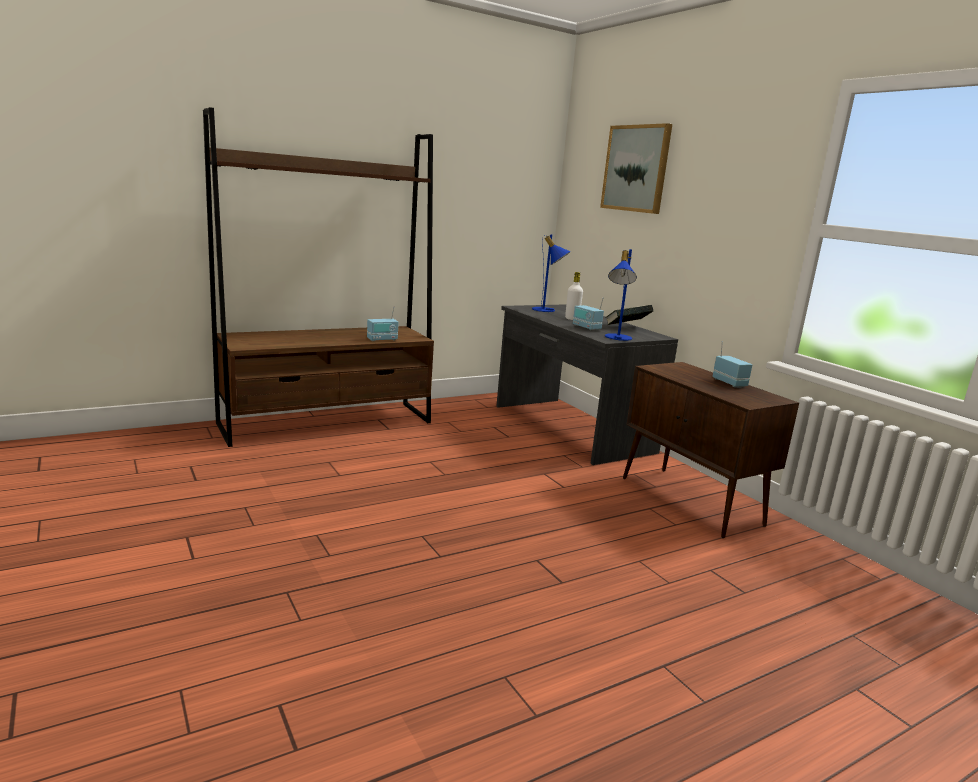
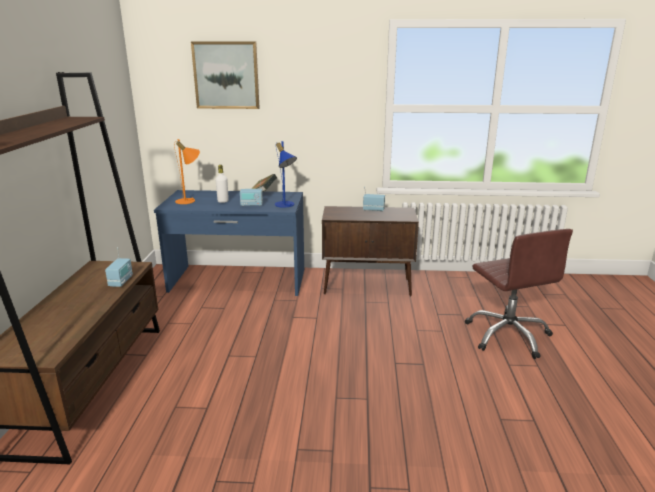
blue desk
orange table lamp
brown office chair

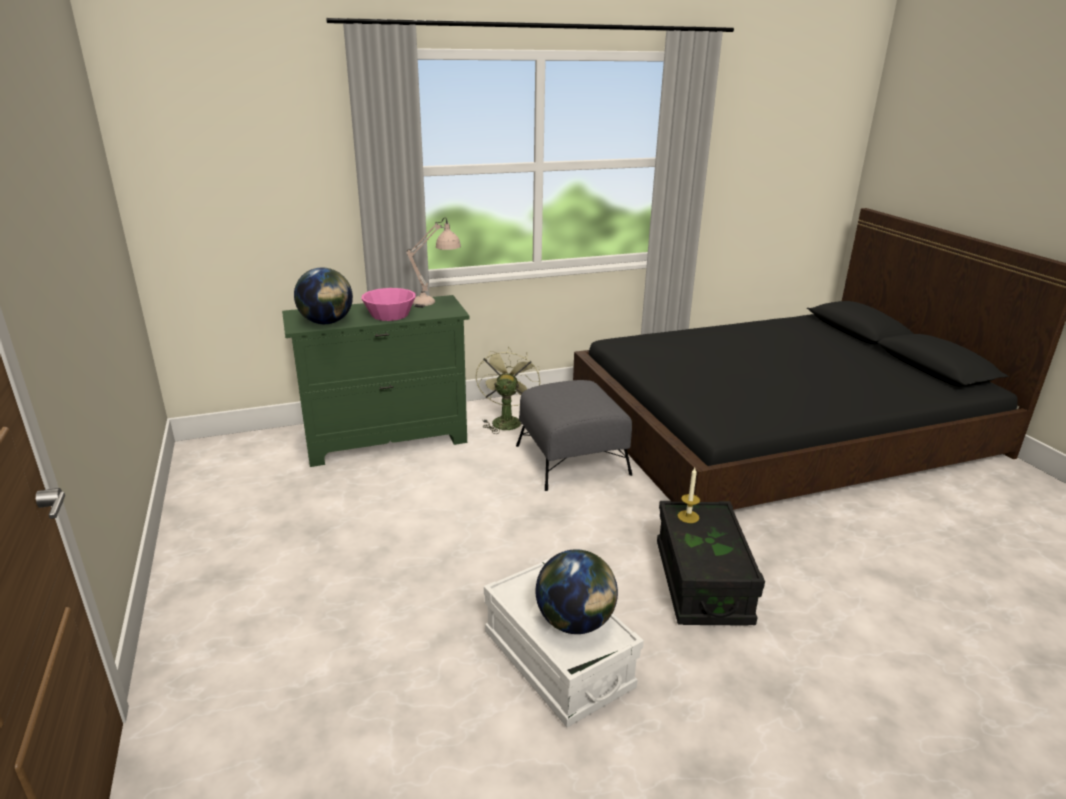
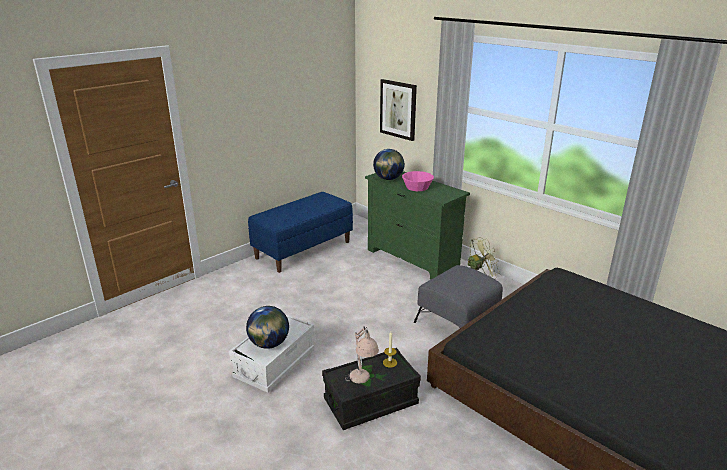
beige table lamp
blue bench
picture

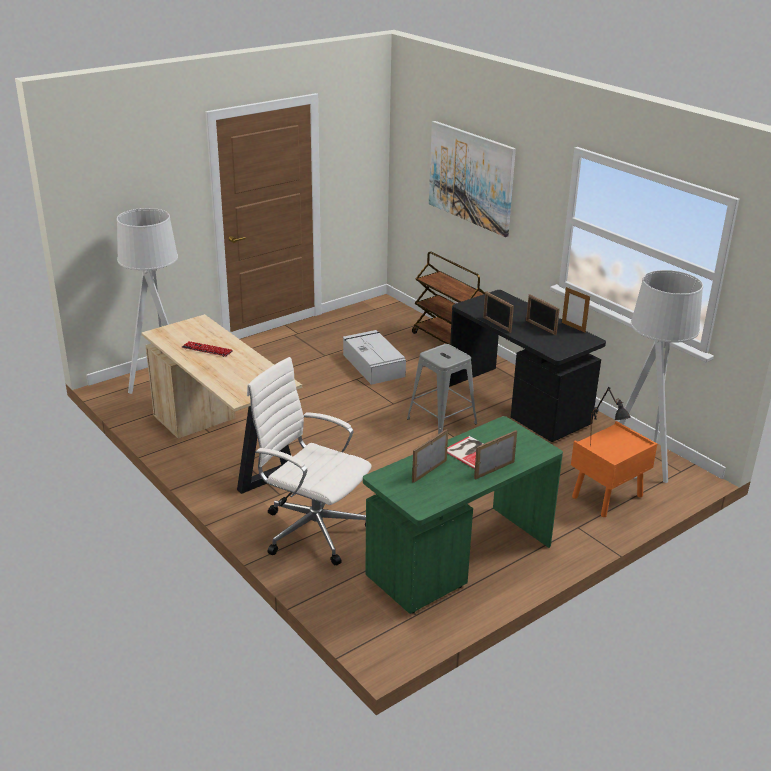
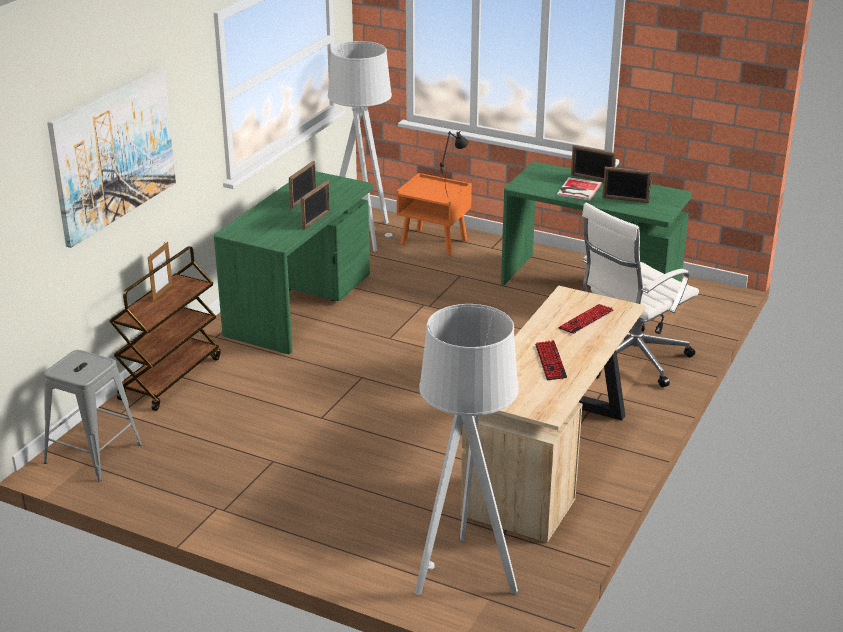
white office chair
grey storage box
grey stool
green desk (no. 1 from left)
picture frame (no. 1 from left)
keyboard (no. 2 from left)

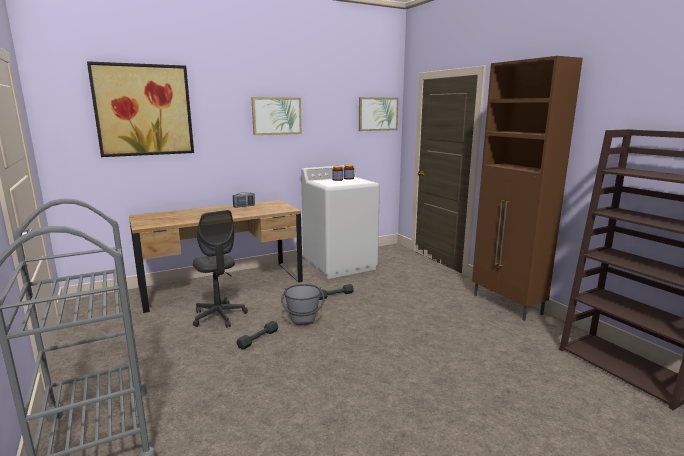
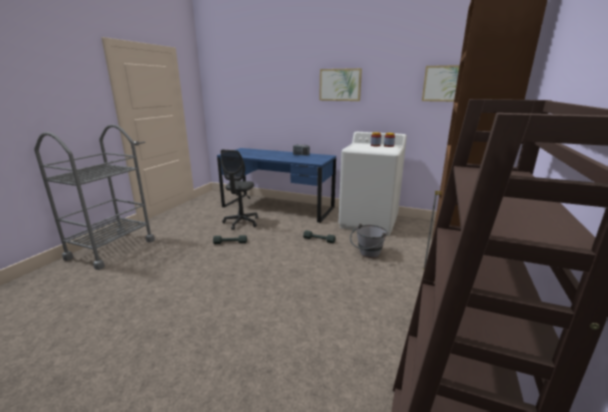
picture (no. 1 from left in the first image)
blue desk
grey bucket

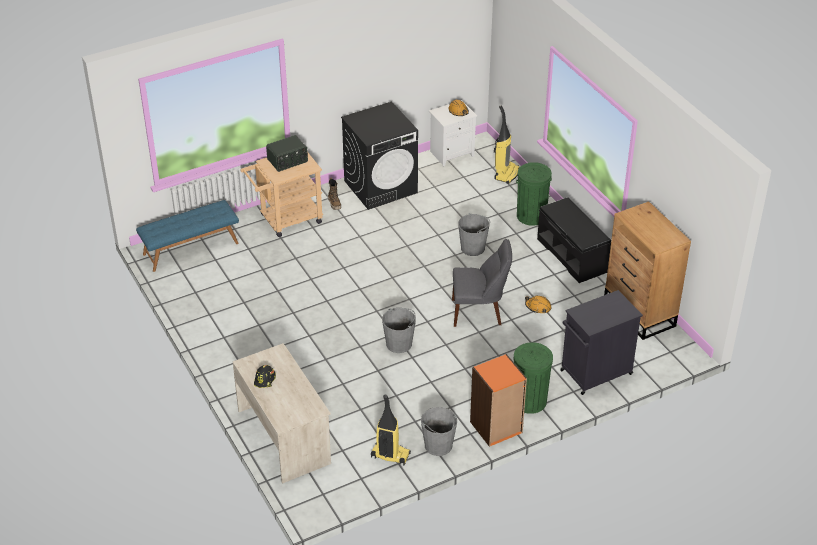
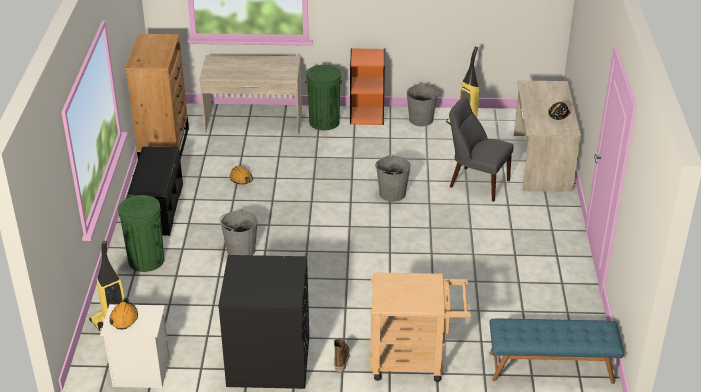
radio
grey chair
beige desk (no. 1 from left)

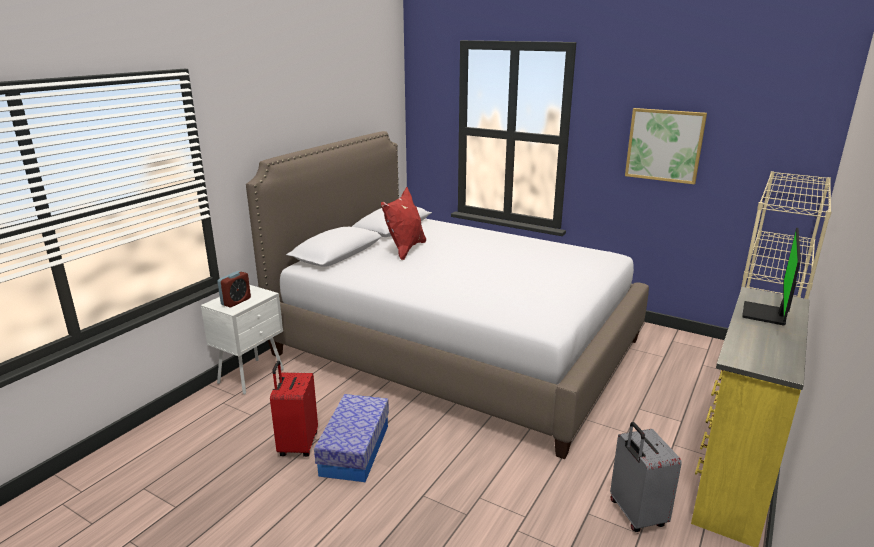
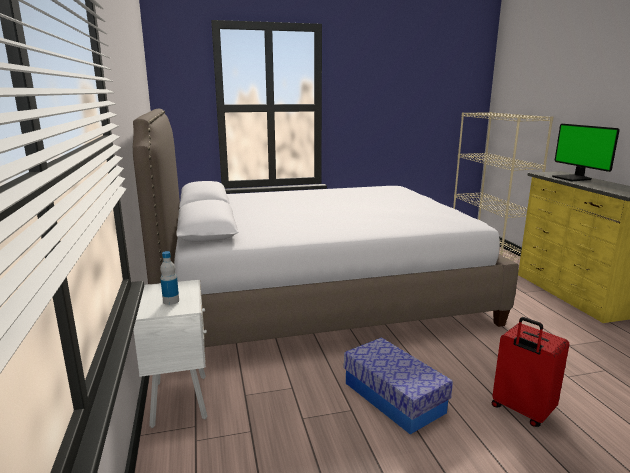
bottle
red suitcase
red pillow
grey suitcase
picture

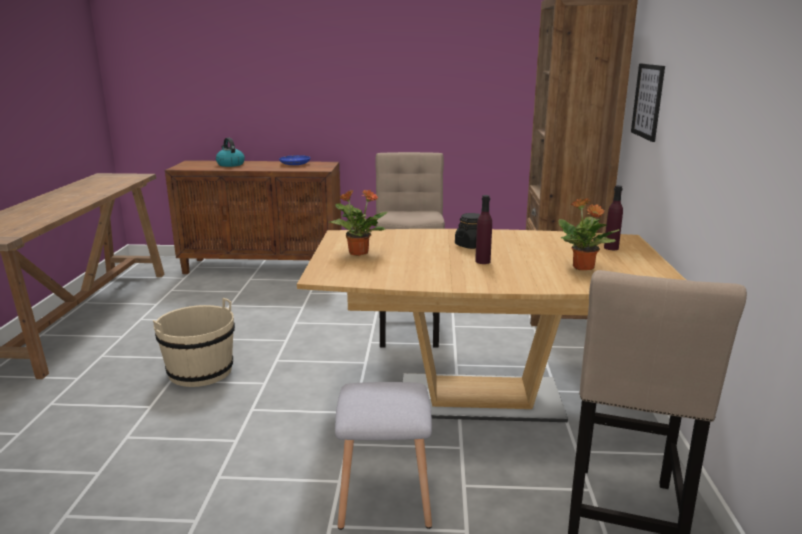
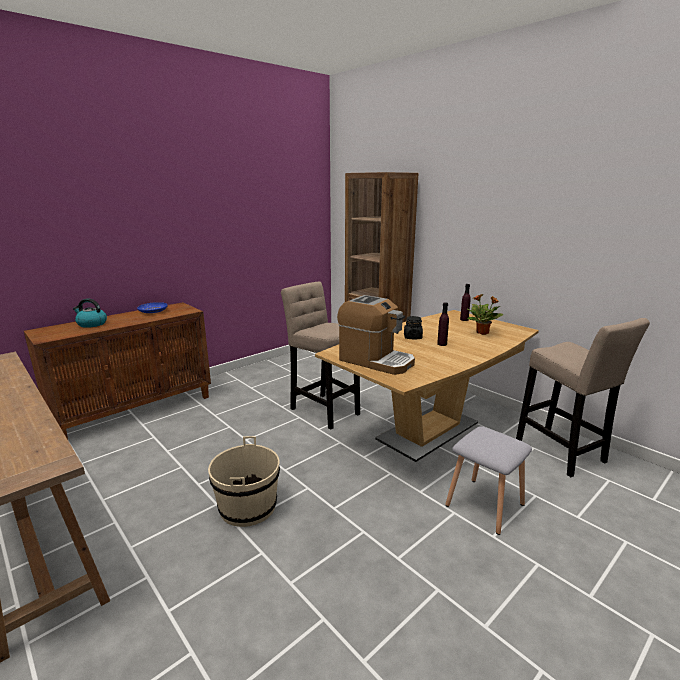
coffee machine
picture

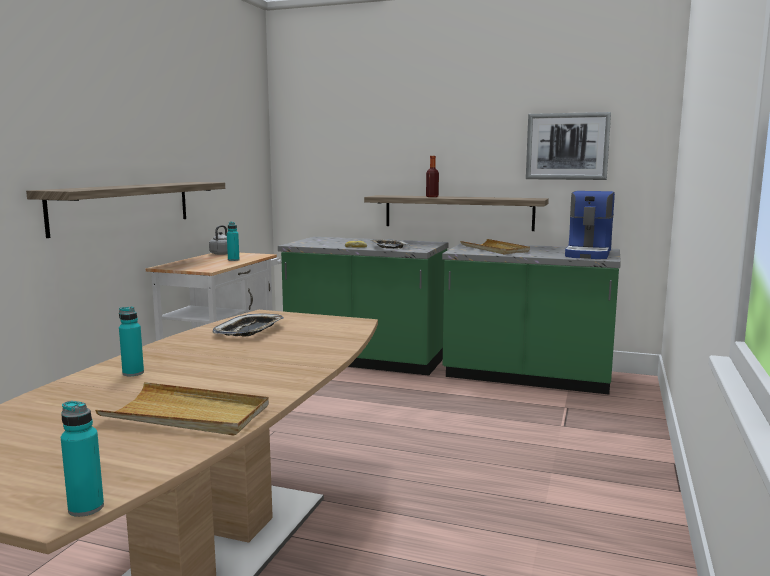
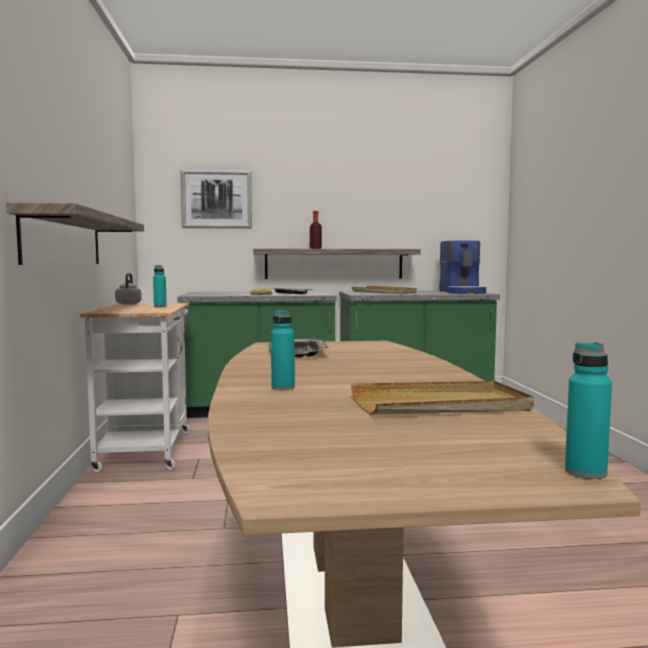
picture

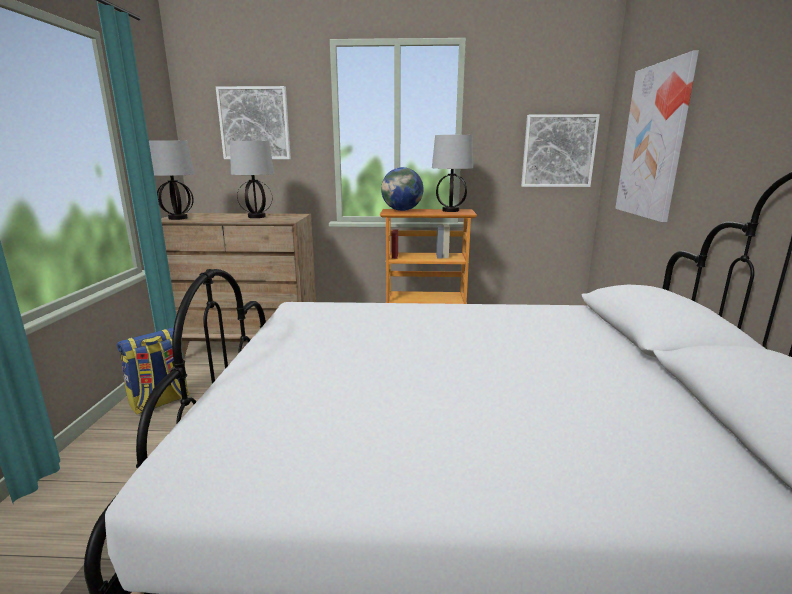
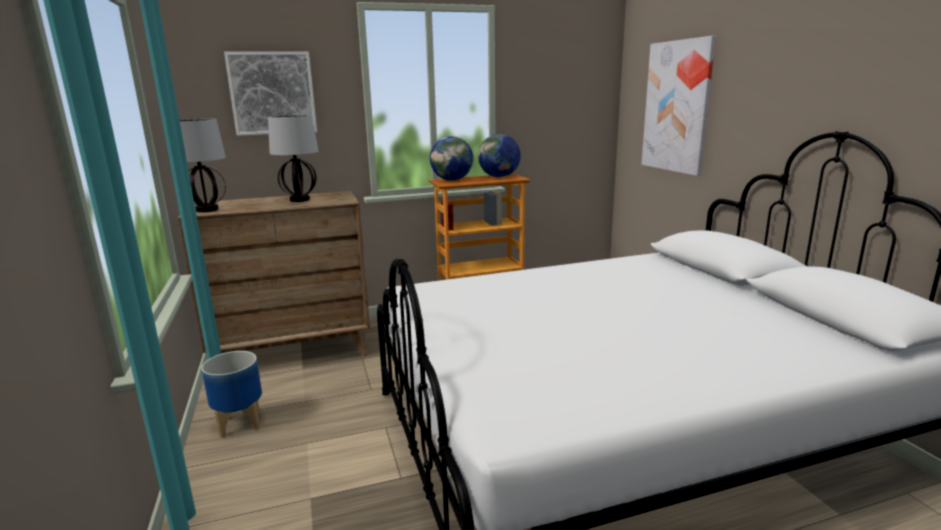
planter
globe (no. 2 from left)
picture (no. 2 from left in the first image)

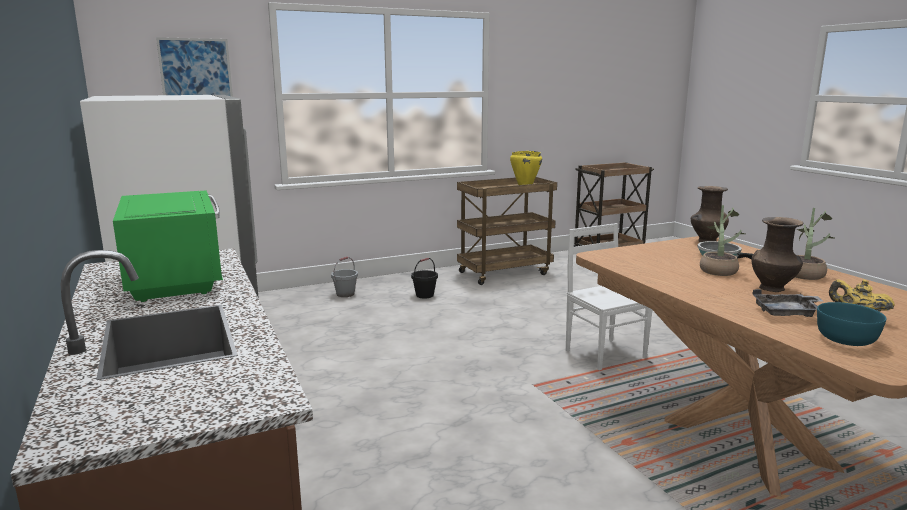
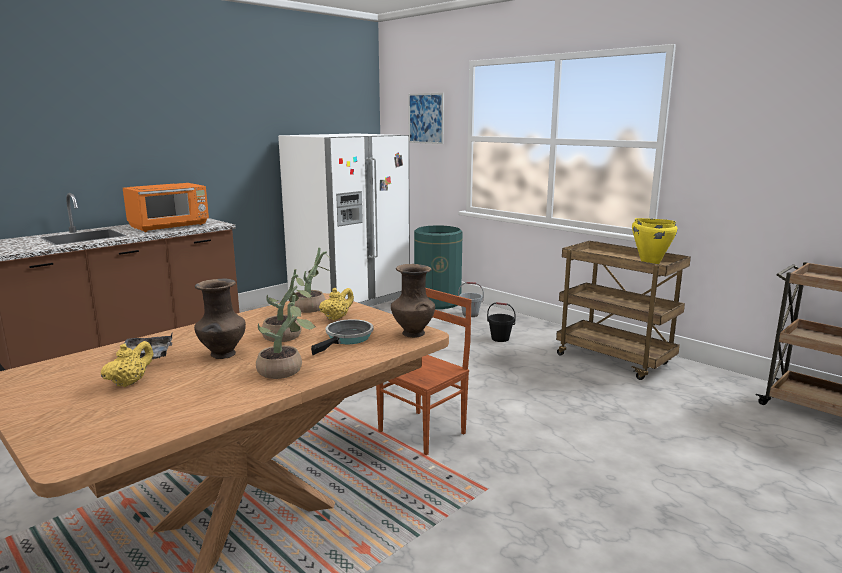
orange microwave
brown chair
turquoise bowl
potted plant (no. 3 from left)
yellow teapot (no. 2 from left)
green trash can

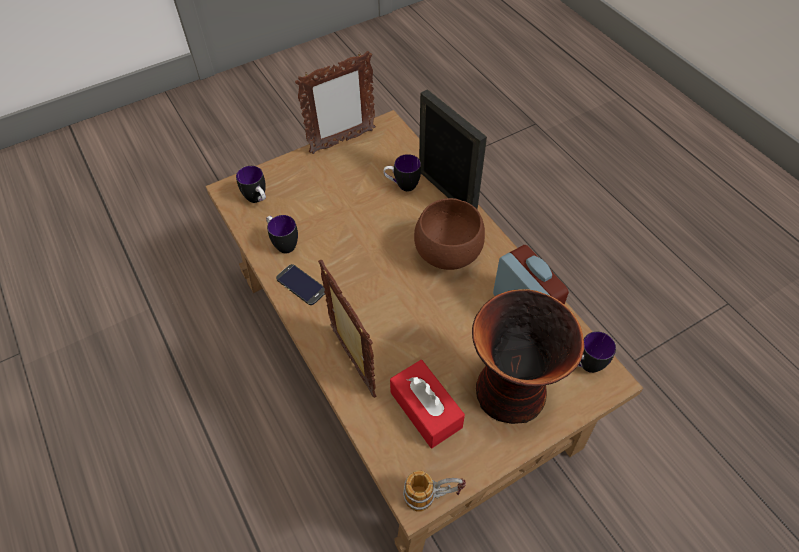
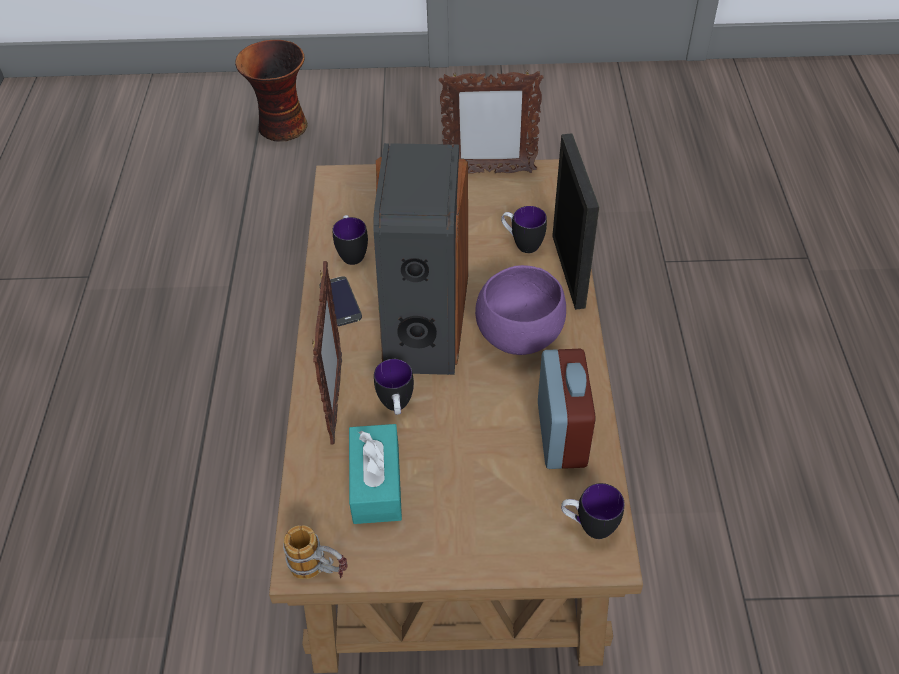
mug (no. 3 from left)
turquoise tissue box
purple bowl
vase
speaker

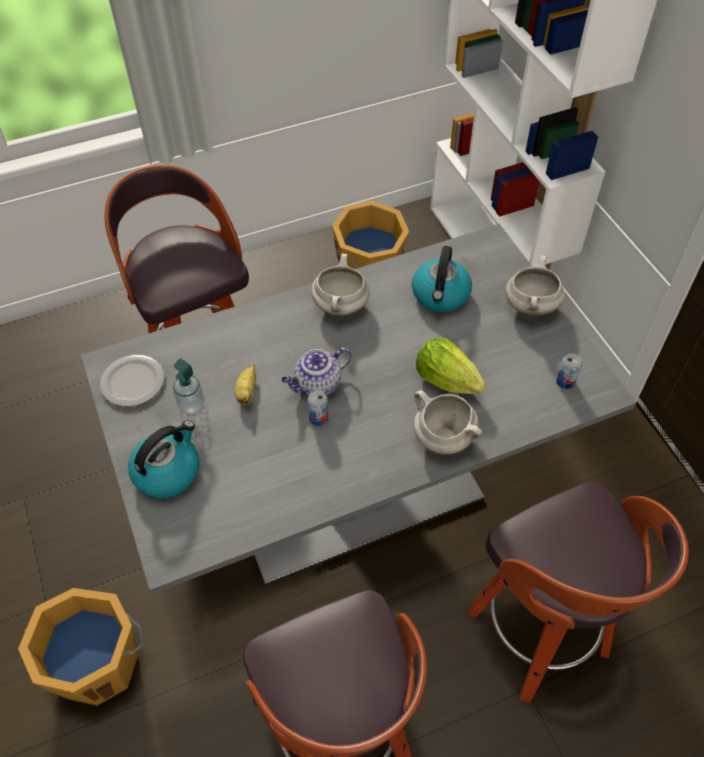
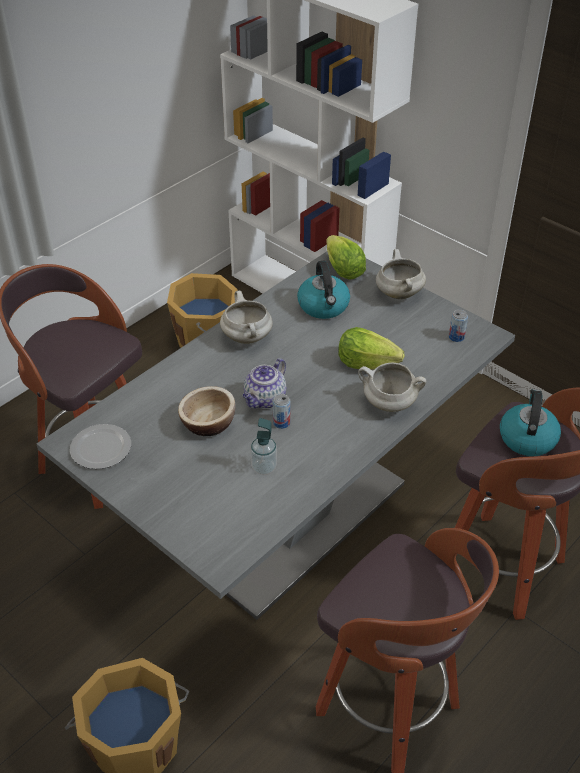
kettle (no. 2 from left)
soap dispenser
bowl
lettuce (no. 1 from left)

